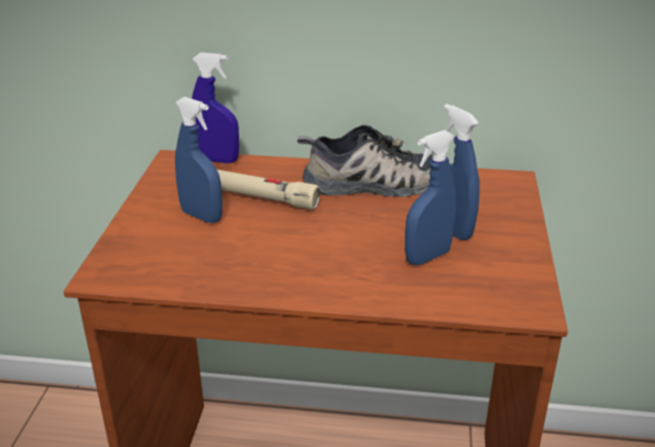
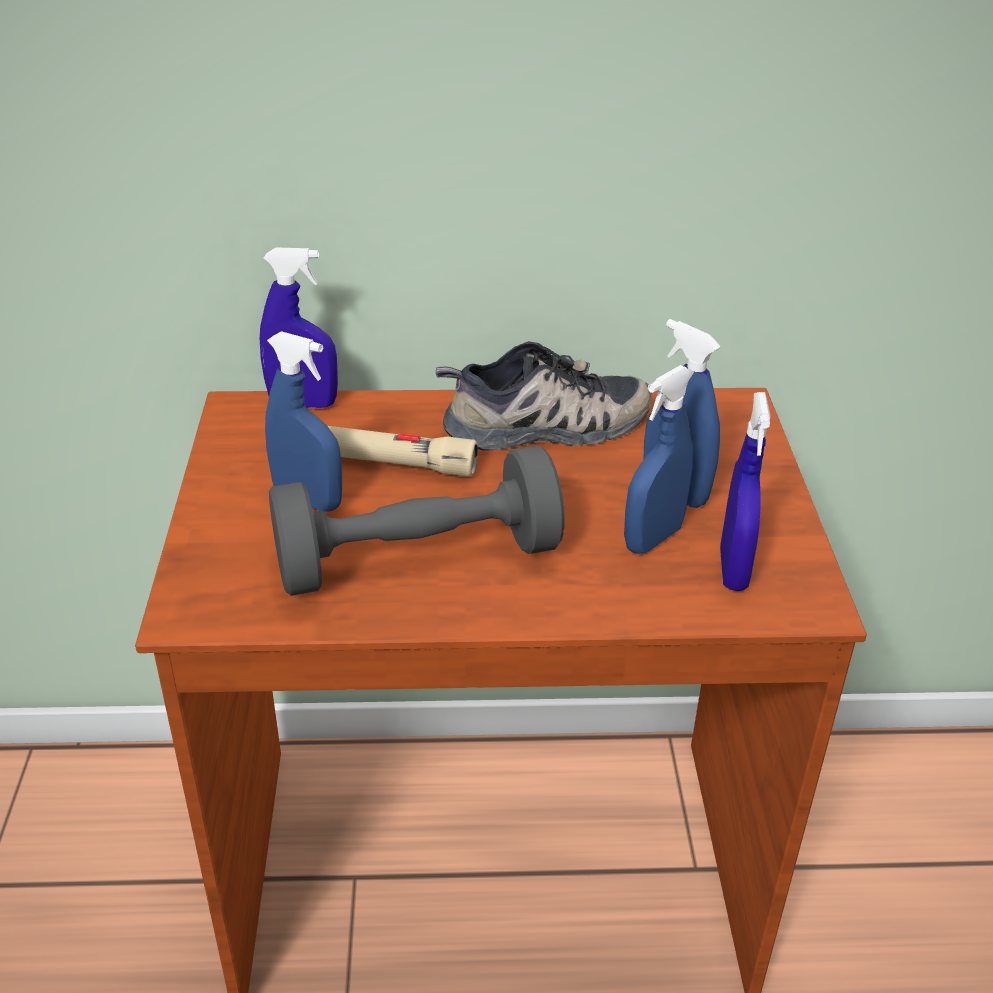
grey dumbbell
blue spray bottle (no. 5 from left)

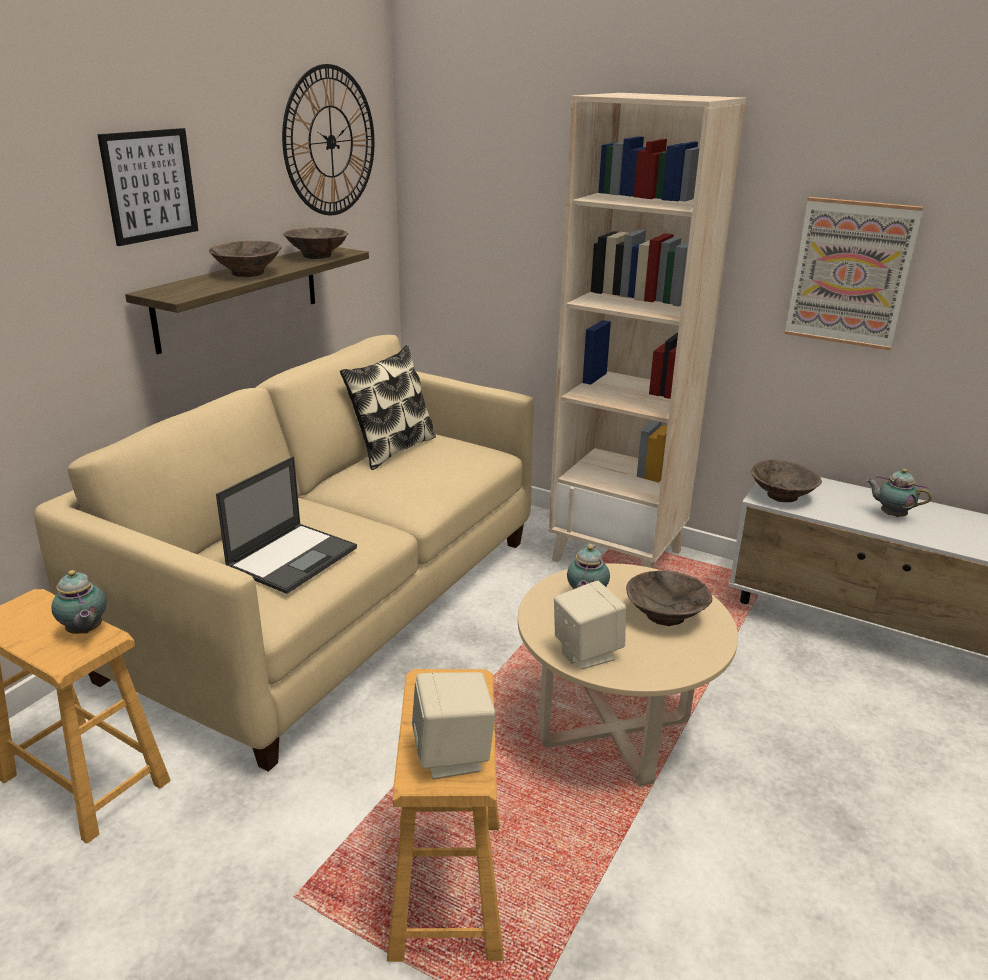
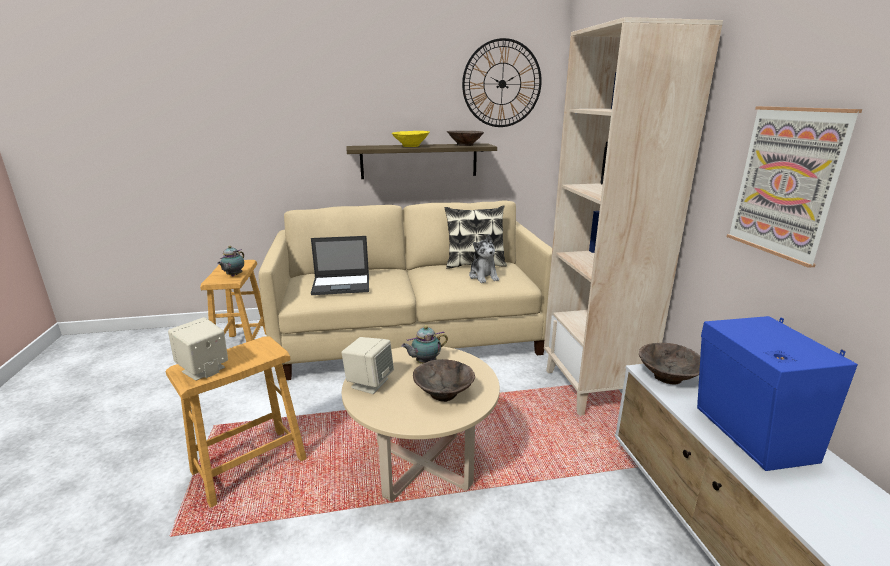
picture (no. 1 from left in the first image)
yellow bowl
blue speaker
plush toy

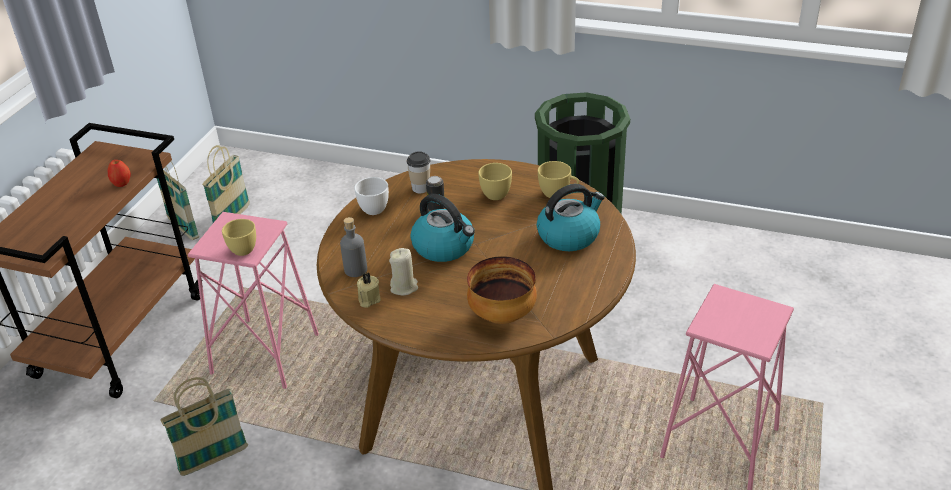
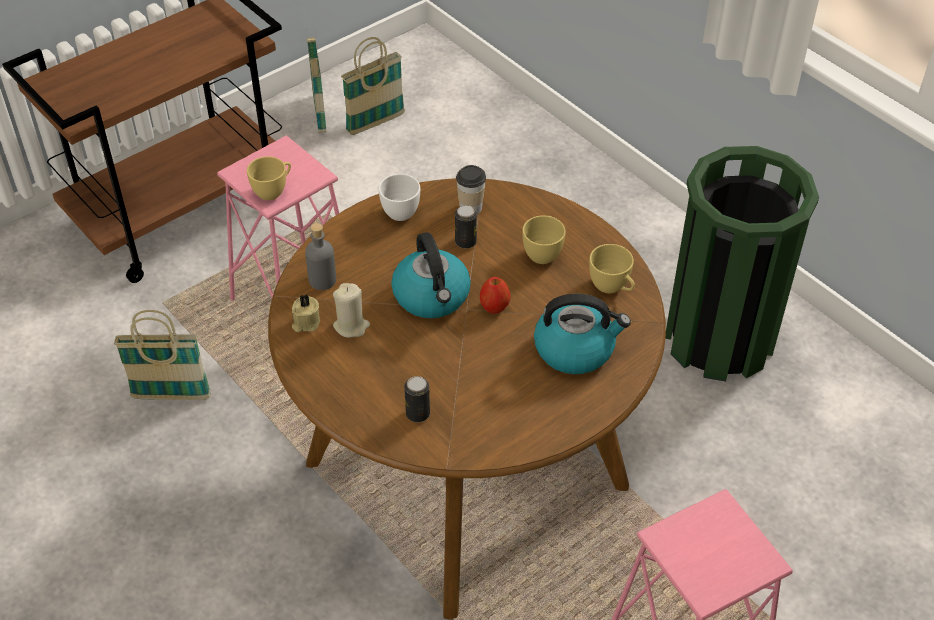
apple
can (no. 1 from left)

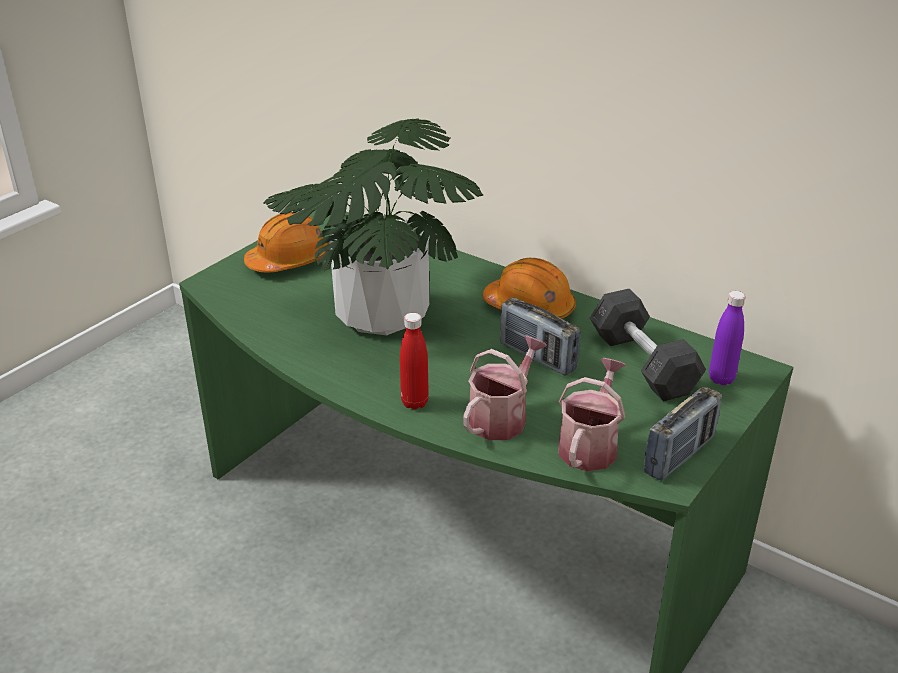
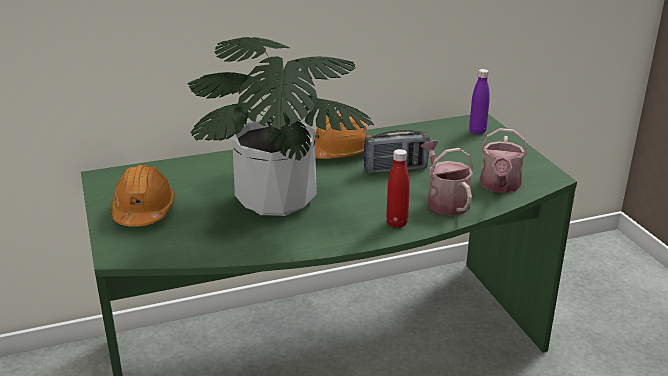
watering can (no. 2 from left)
grey dumbbell
radio (no. 2 from left in the first image)

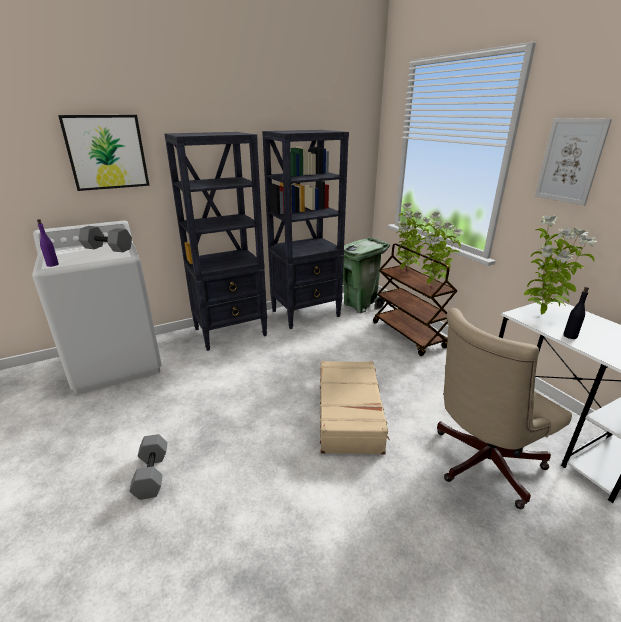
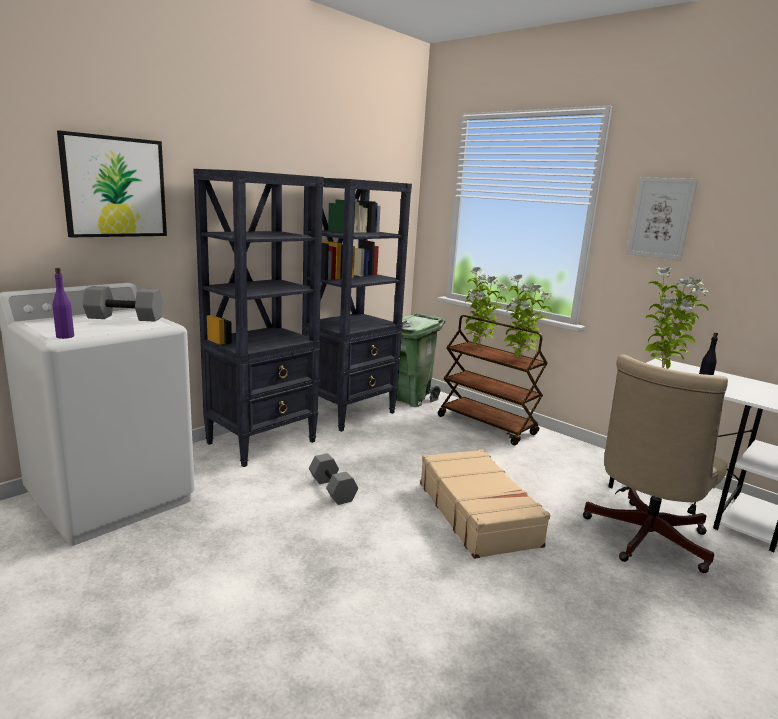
grey dumbbell (no. 2 from left)

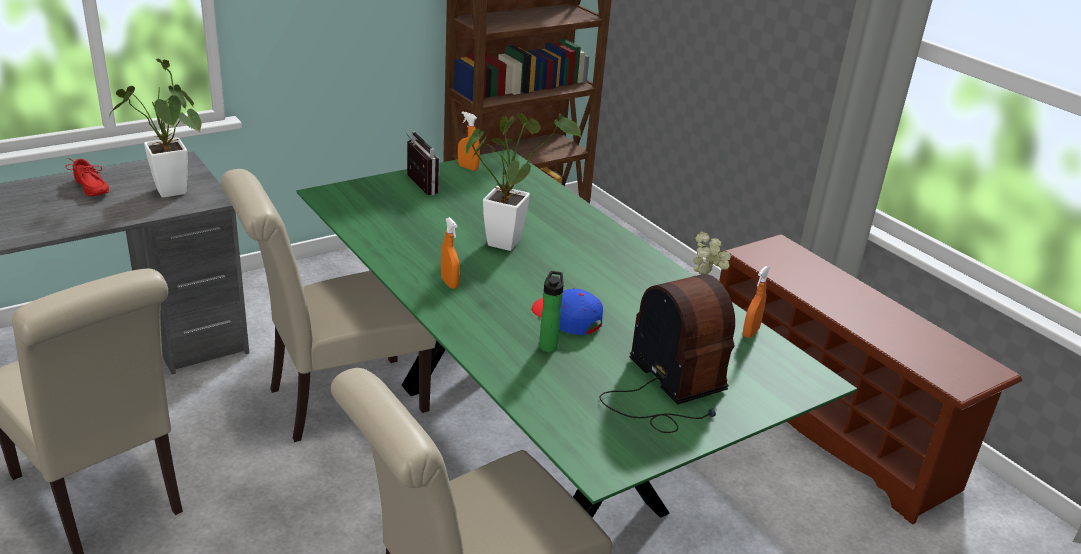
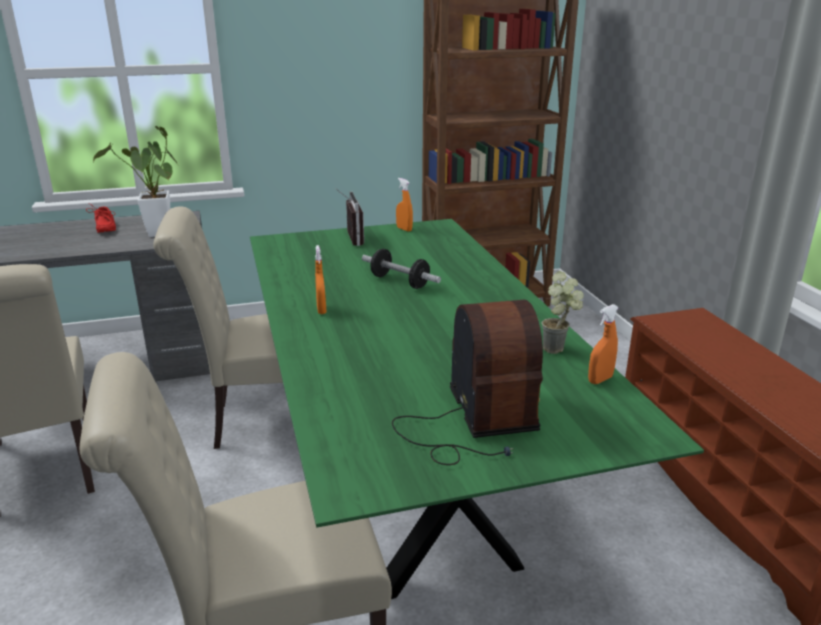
dumbbell
blue cap
bottle

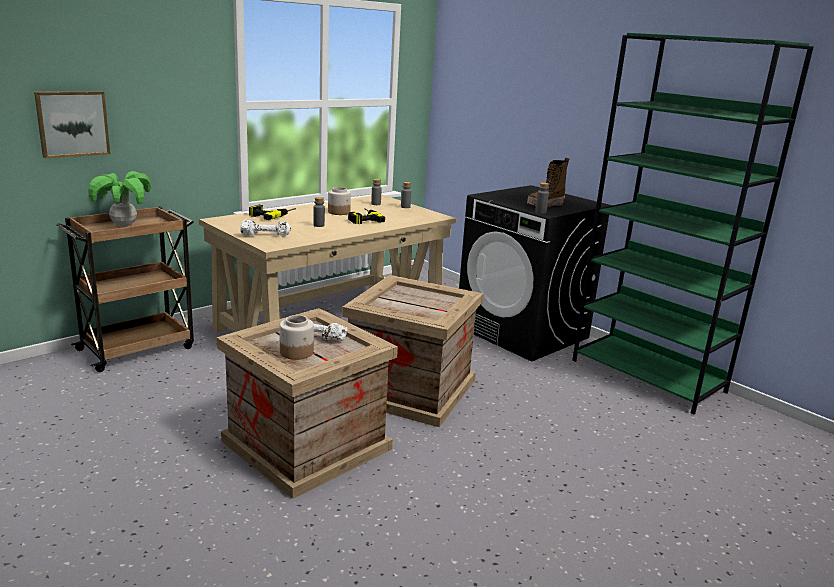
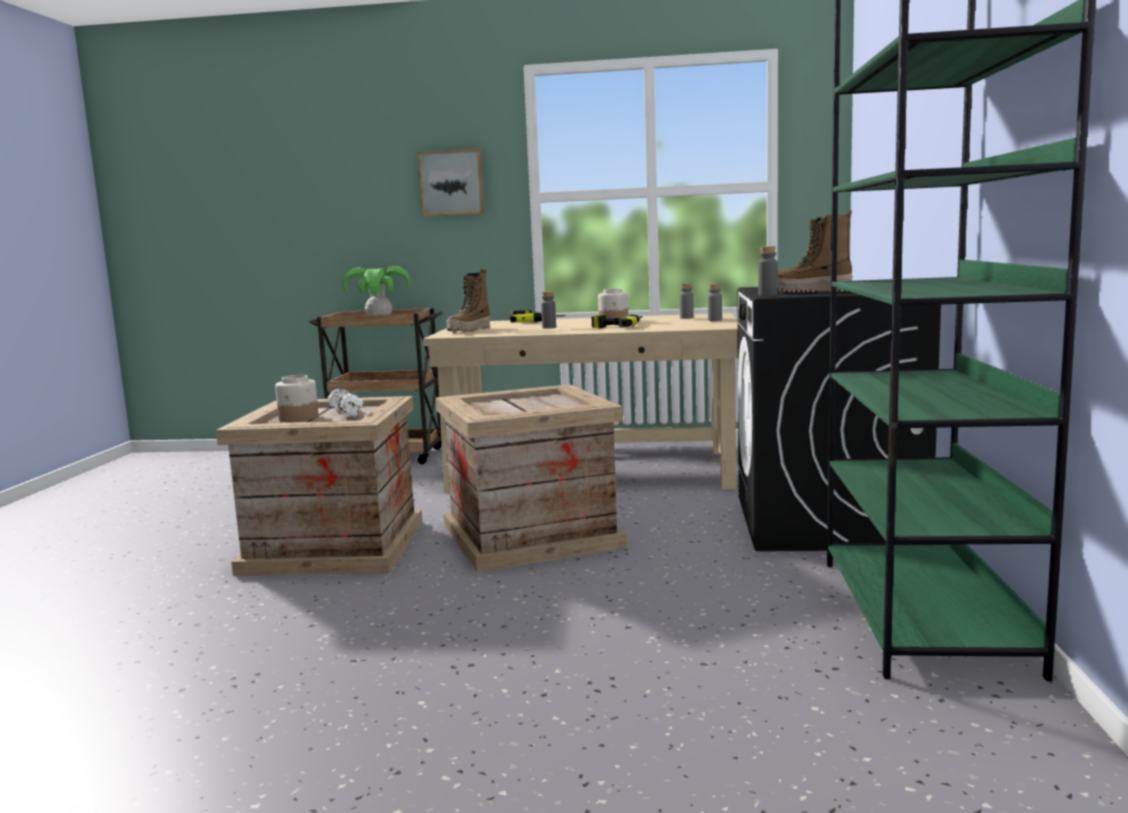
picture
boot (no. 1 from left)

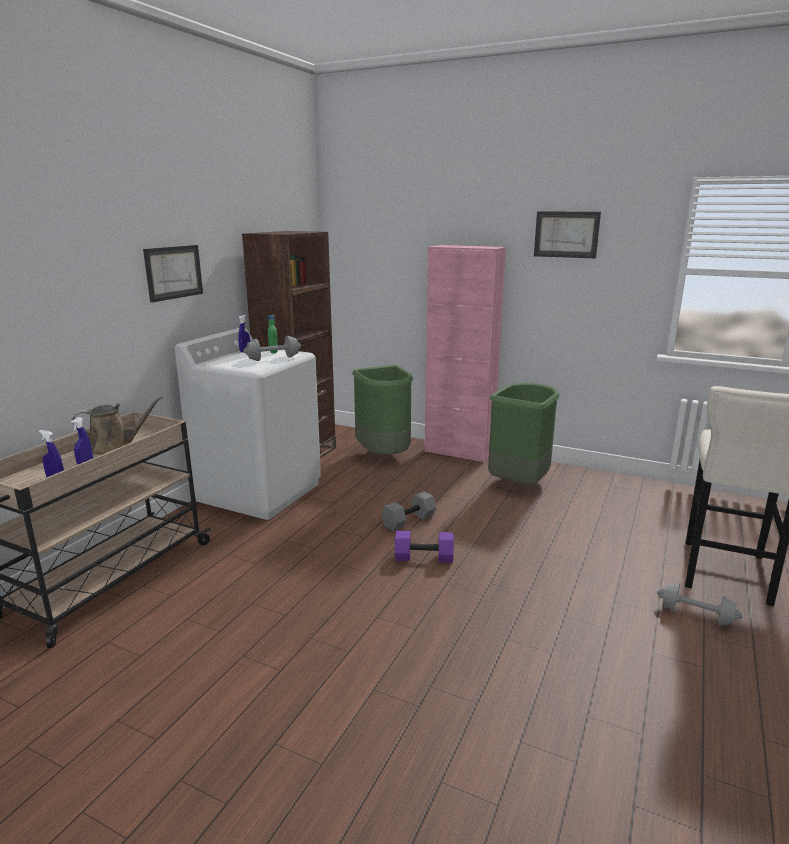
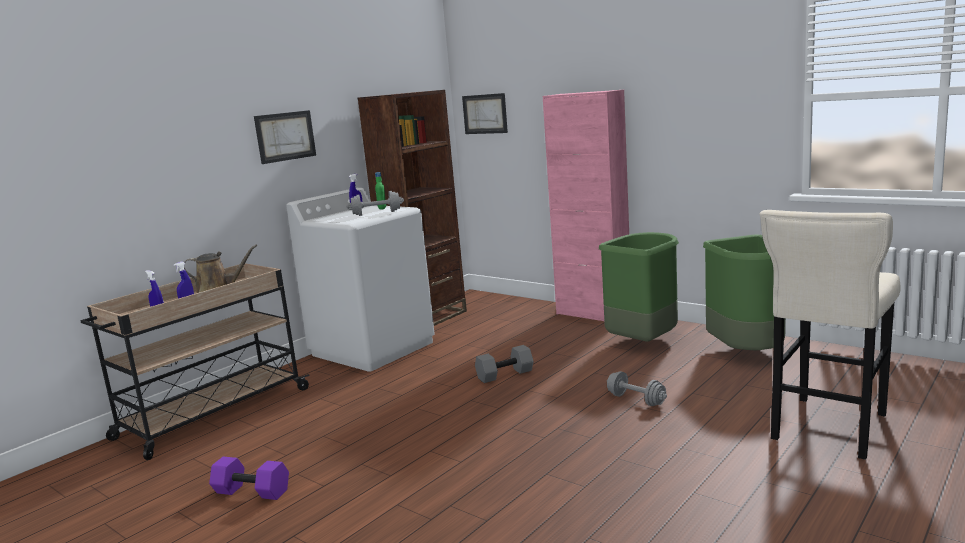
green trash can (no. 2 from left)
purple dumbbell
picture (no. 2 from left)
grey dumbbell (no. 3 from left)

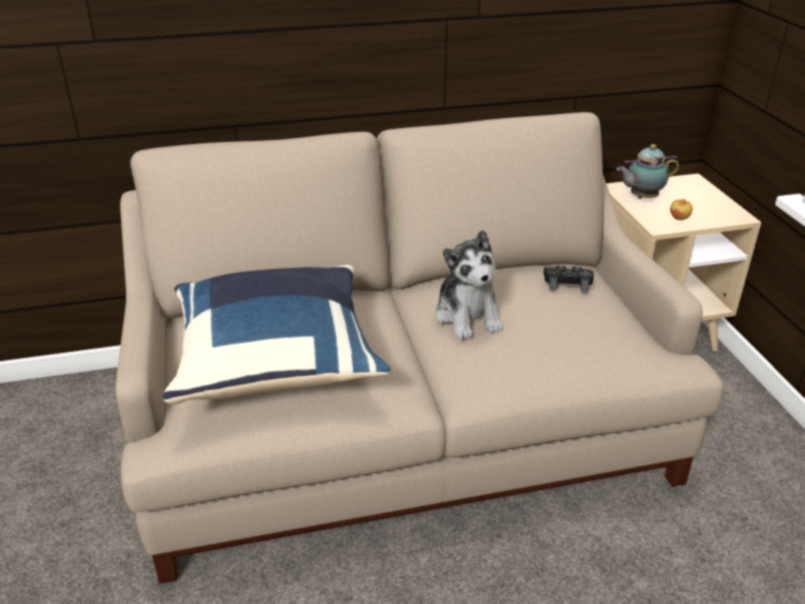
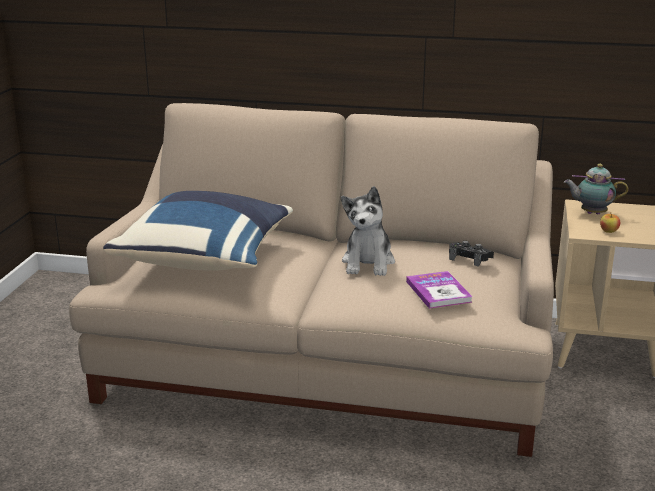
book

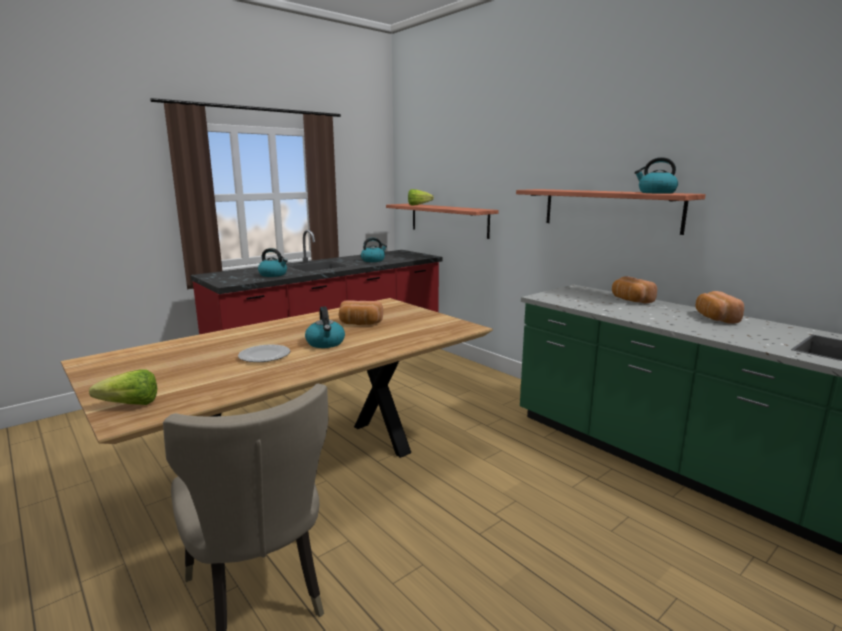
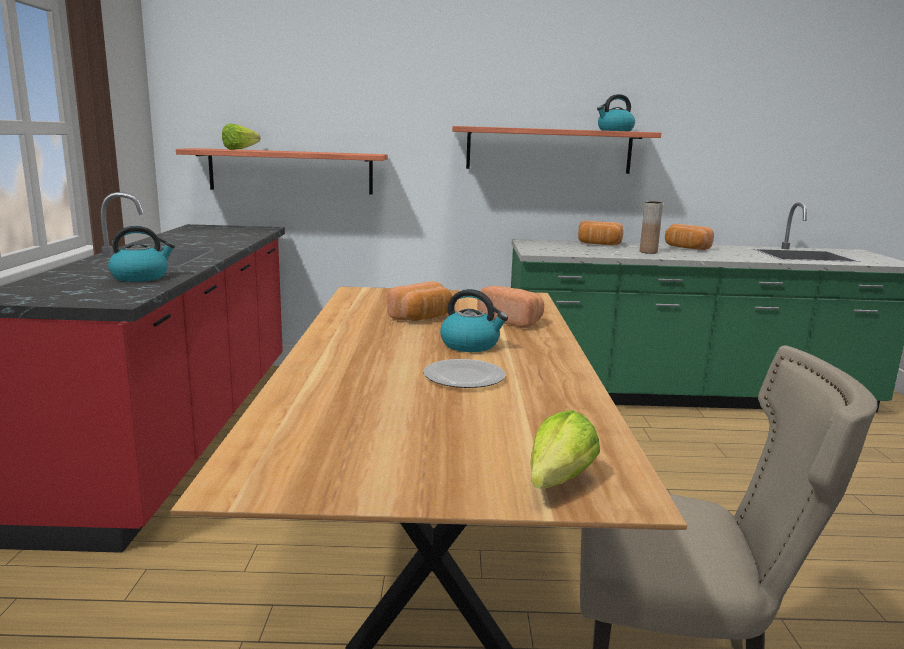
kettle (no. 3 from left in the first image)
bread (no. 2 from left)
brown vase

